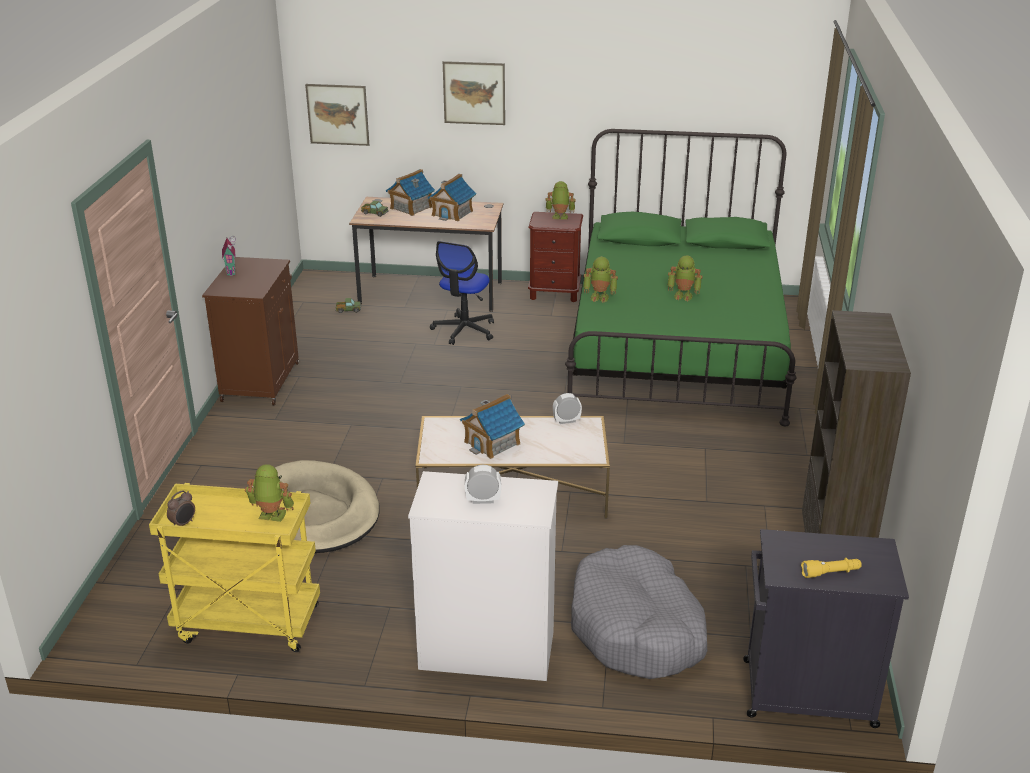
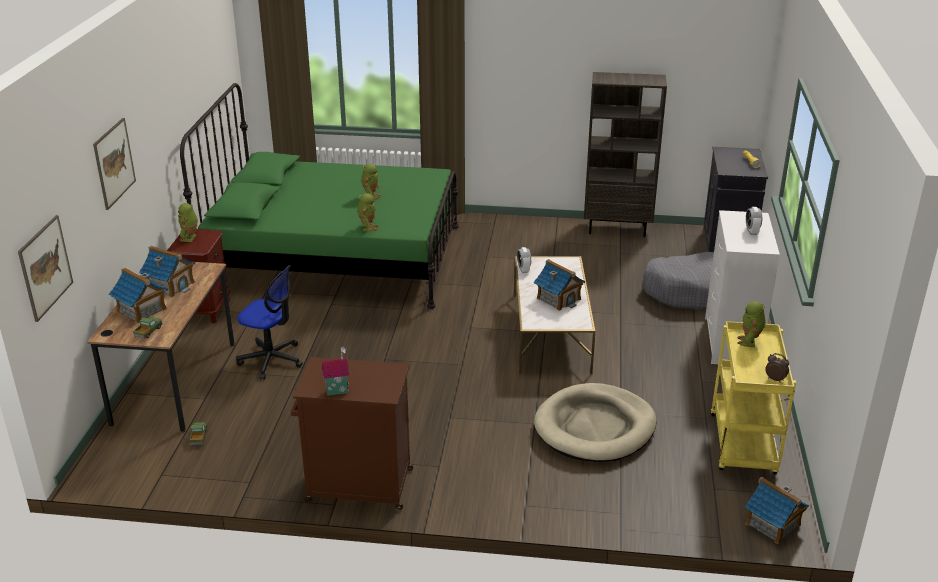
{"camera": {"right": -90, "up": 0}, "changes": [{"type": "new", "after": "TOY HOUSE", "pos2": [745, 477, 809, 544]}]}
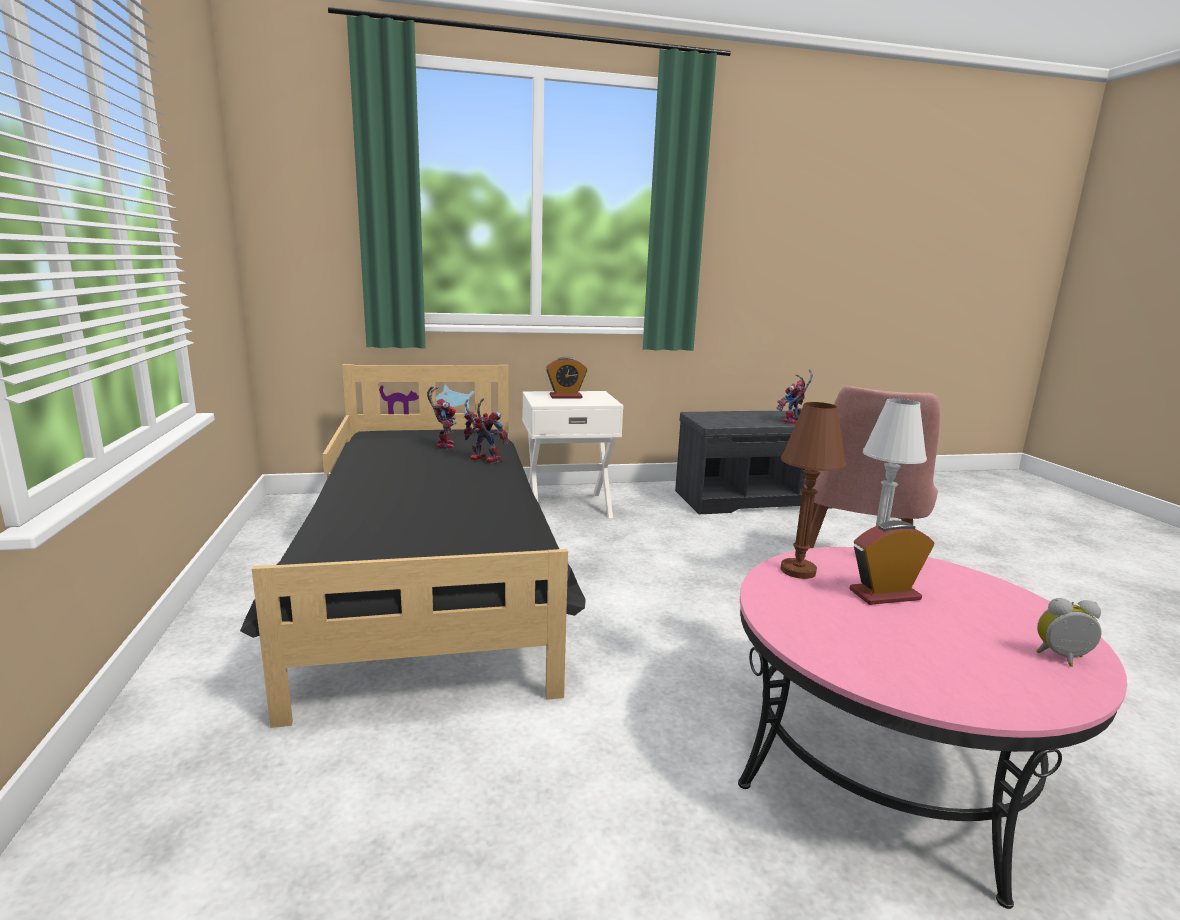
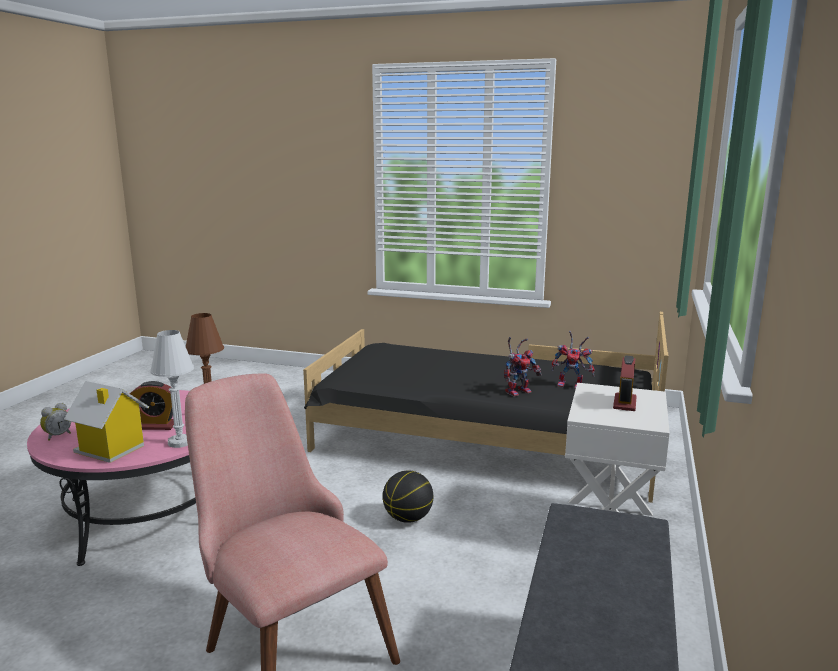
{"camera": {"right": 120, "up": 0}, "changes": [{"type": "new", "after": "TOY HOUSE", "pos2": [64, 381, 149, 463]}, {"type": "rotated", "before": "ALARM CLOCK", "pos1": [849, 520, 935, 605], "pos2": [130, 381, 174, 430], "turn": 75}, {"type": "new", "after": "BASKETBALL", "pos2": [383, 470, 433, 523]}, {"type": "gone", "before": "TOY ROBOT", "pos1": [776, 370, 813, 424]}]}
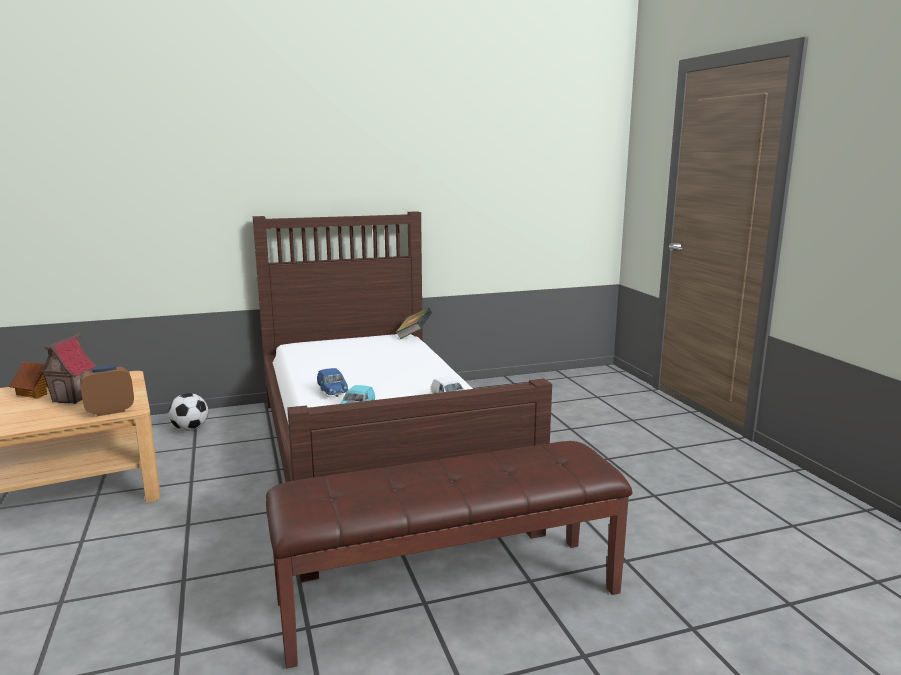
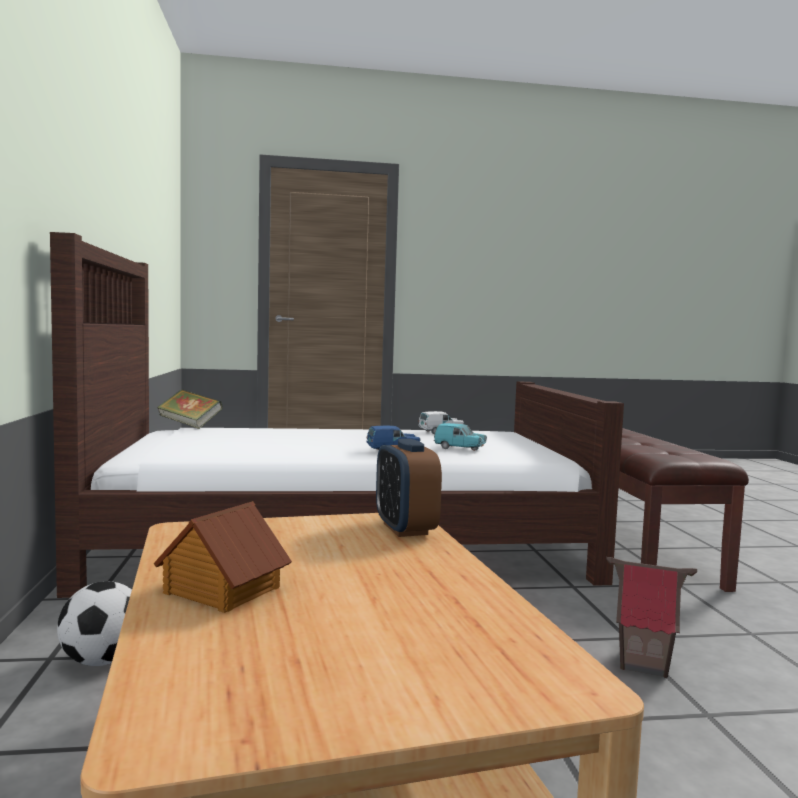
{"camera": {"right": -80, "up": -10}, "changes": [{"type": "shifted", "before": "TOY HOUSE", "pos1": [38, 332, 97, 404], "pos2": [606, 557, 697, 678]}]}
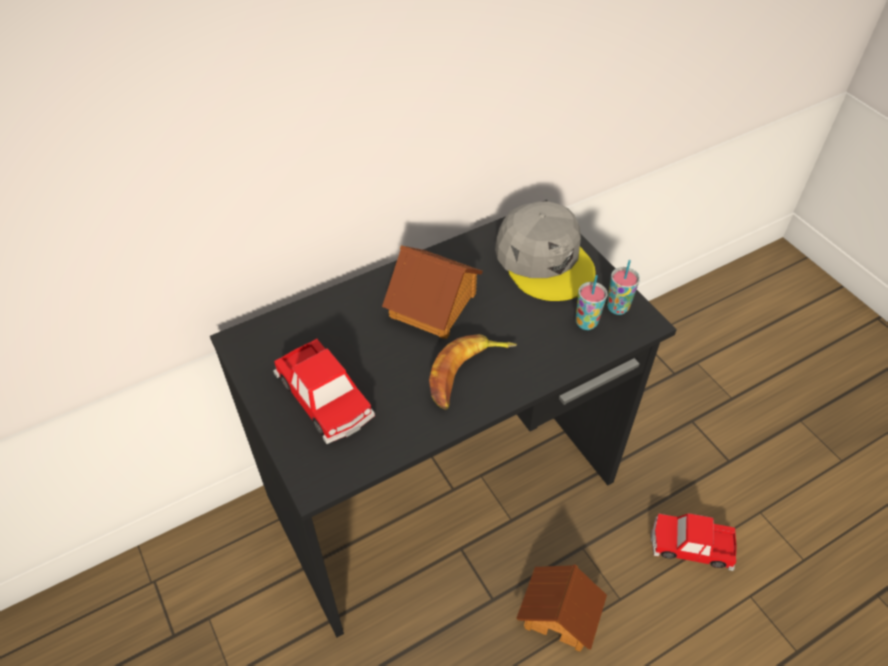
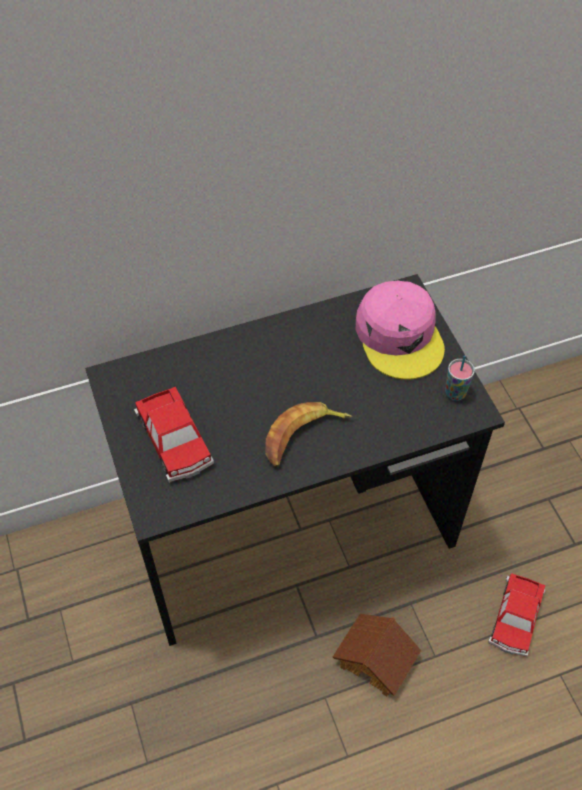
{"camera": {"right": 10, "up": 5}, "changes": [{"type": "repainted", "before": "GREY CAP", "after": "PINK CAP", "pos1": [495, 201, 596, 301], "pos2": [356, 281, 445, 380]}, {"type": "rotated", "before": "TOY CAR", "pos1": [651, 513, 737, 571], "pos2": [488, 573, 545, 657], "turn": -90}, {"type": "gone", "before": "TOY HOUSE", "pos1": [382, 245, 483, 339]}, {"type": "gone", "before": "CUP", "pos1": [575, 275, 608, 330]}]}
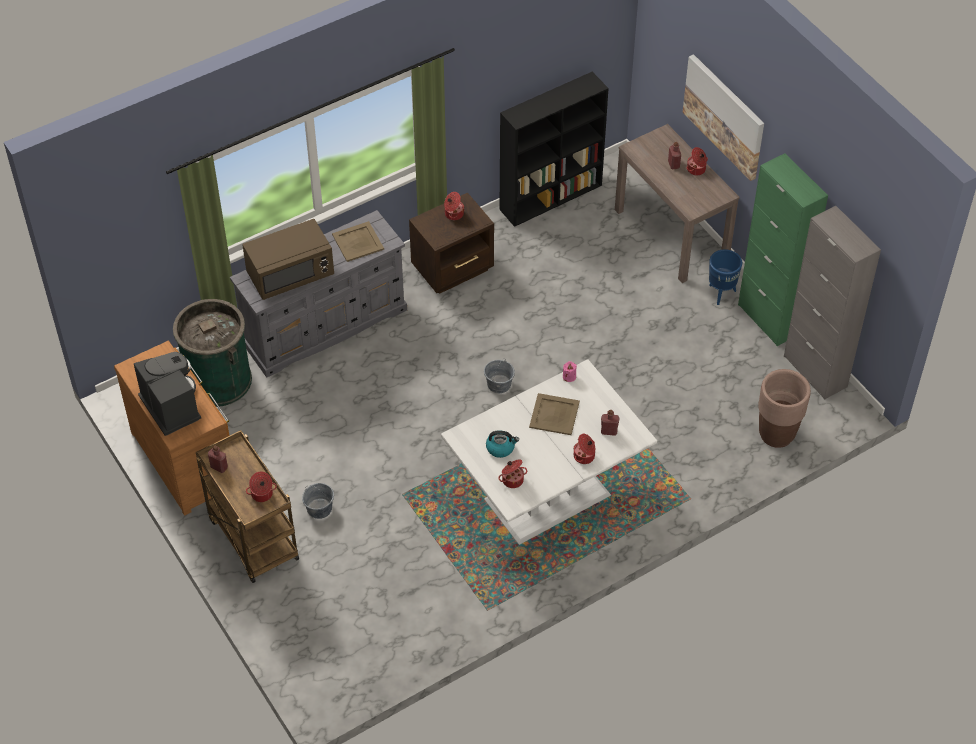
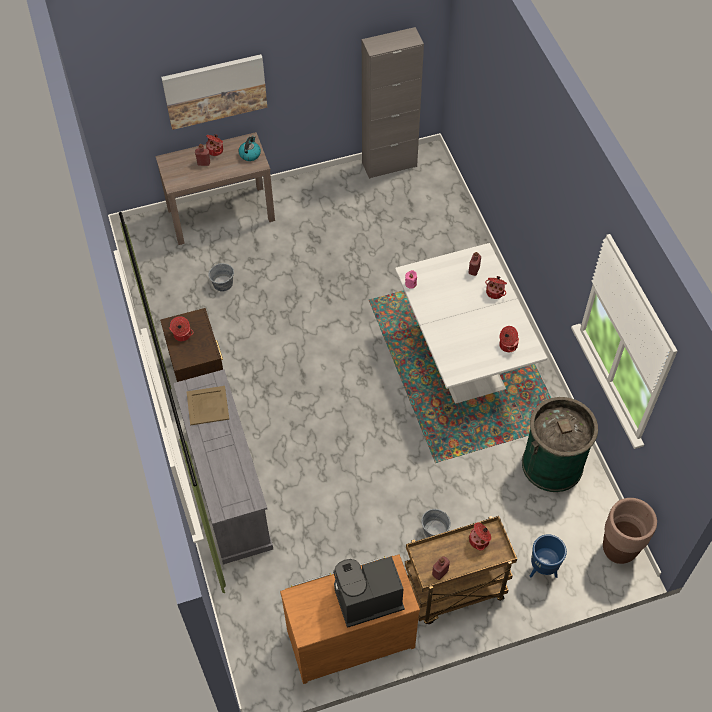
{"camera": {"right": -75, "up": 5}, "changes": [{"type": "shifted", "before": "GREY BUCKET", "pos1": [484, 358, 515, 393], "pos2": [208, 263, 234, 291]}, {"type": "shifted", "before": "KETTLE", "pos1": [486, 431, 519, 458], "pos2": [239, 136, 261, 161]}, {"type": "shifted", "before": "GREEN TRASH CAN", "pos1": [173, 299, 252, 407], "pos2": [522, 397, 598, 492]}, {"type": "shifted", "before": "BLUE PLANTER", "pos1": [709, 249, 742, 305], "pos2": [530, 534, 567, 578]}, {"type": "shifted", "before": "BROWN PLANTER", "pos1": [758, 369, 811, 448], "pos2": [603, 498, 657, 564]}, {"type": "gone", "before": "BROWN MICROWAVE", "pos1": [242, 219, 334, 300]}, {"type": "gone", "before": "BLACK BOOKCASE", "pos1": [500, 72, 609, 227]}, {"type": "gone", "before": "BEIGE TRAY", "pos1": [529, 393, 580, 435]}, {"type": "gone", "before": "GREEN CABINET", "pos1": [738, 153, 828, 346]}]}
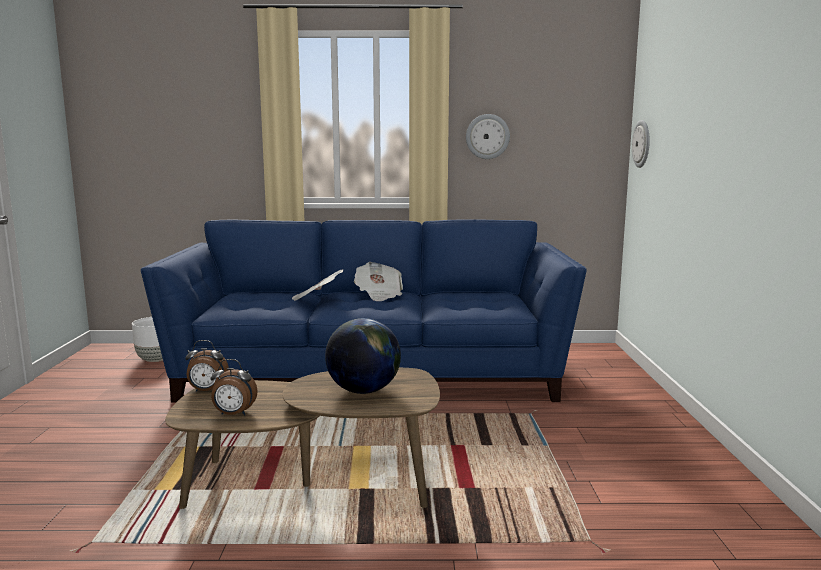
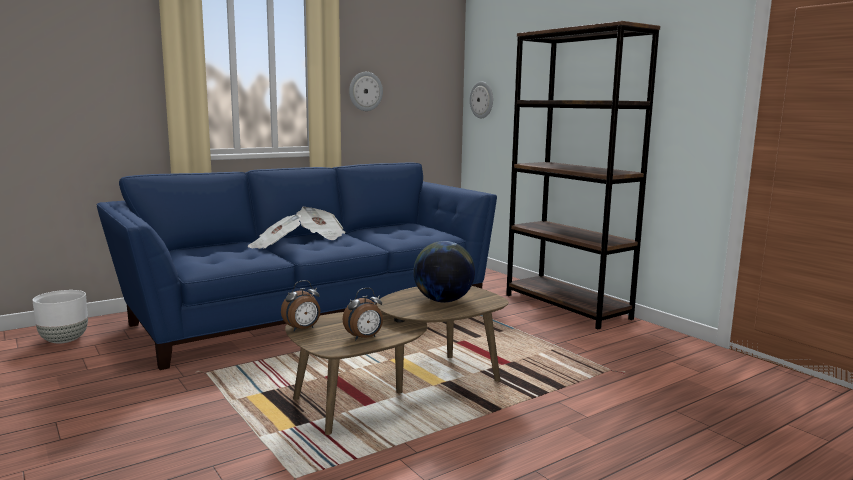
{"camera": {"right": -35, "up": 0}, "changes": [{"type": "new", "after": "BROWN BOOKCASE", "pos2": [506, 21, 660, 329]}]}
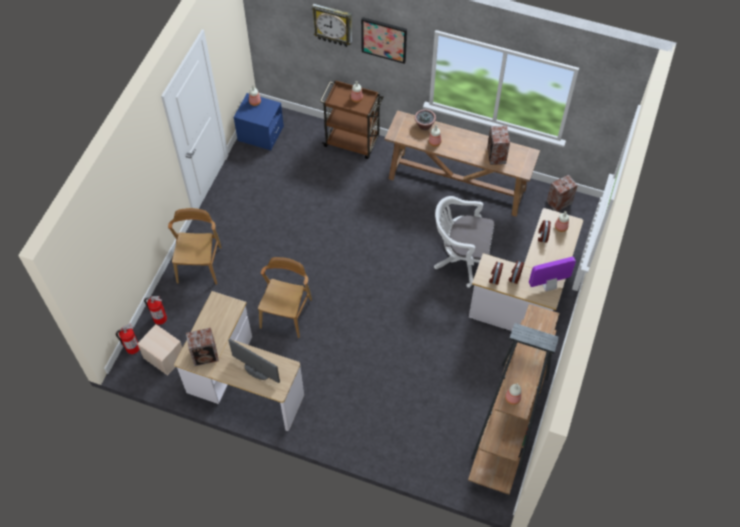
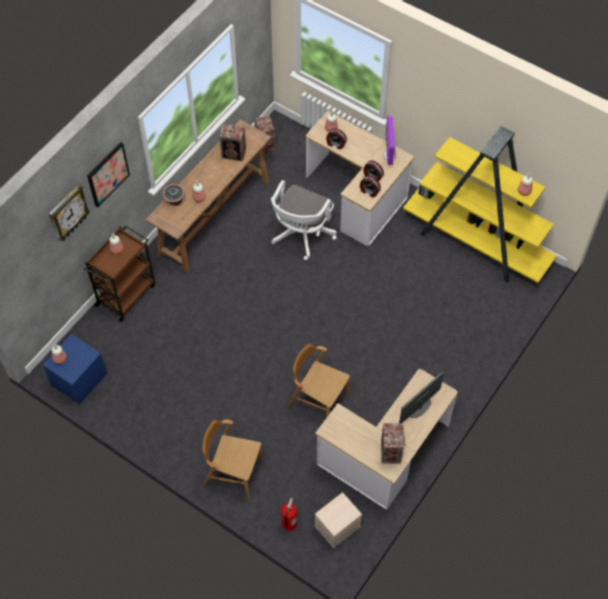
{"camera": {"right": -75, "up": 0}, "changes": [{"type": "repainted", "before": "BROWN BOOKCASE", "after": "YELLOW BOOKCASE", "pos1": [468, 304, 560, 495], "pos2": [403, 126, 557, 283]}, {"type": "gone", "before": "FIRE EXTINGUISHER", "pos1": [116, 323, 139, 354]}]}
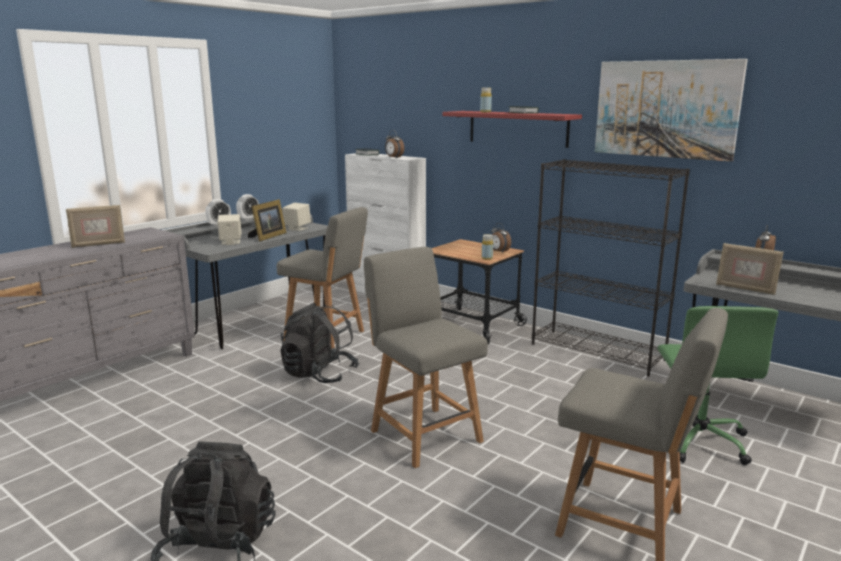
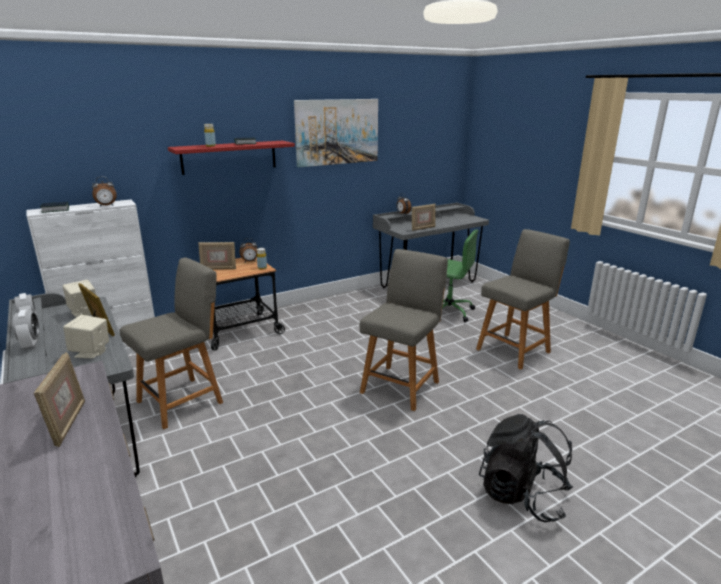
{"camera": {"right": -70, "up": 5}, "changes": [{"type": "new", "after": "PICTURE FRAME", "pos2": [198, 242, 236, 270]}, {"type": "rotated", "before": "GREY CHAIR", "pos1": [364, 247, 488, 468], "pos2": [360, 249, 448, 411], "turn": 135}, {"type": "gone", "before": "BLACK BACKPACK", "pos1": [281, 303, 359, 383]}, {"type": "gone", "before": "BLACK BOOKCASE", "pos1": [532, 159, 690, 377]}]}
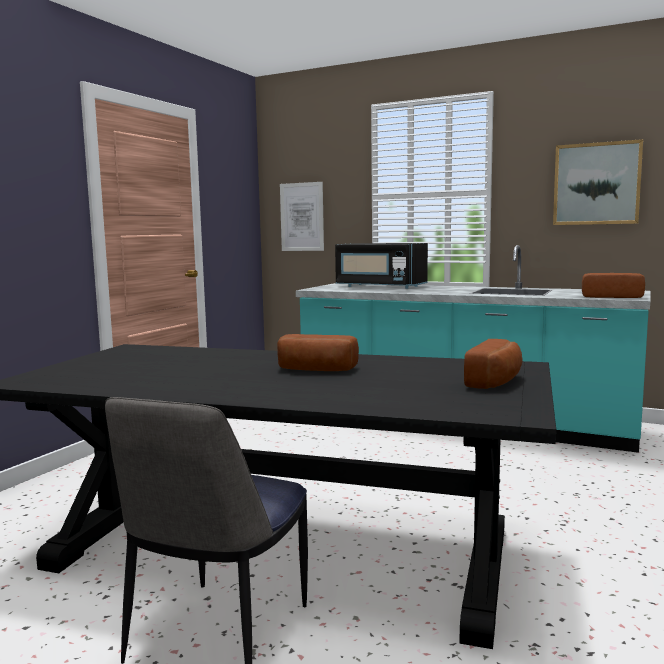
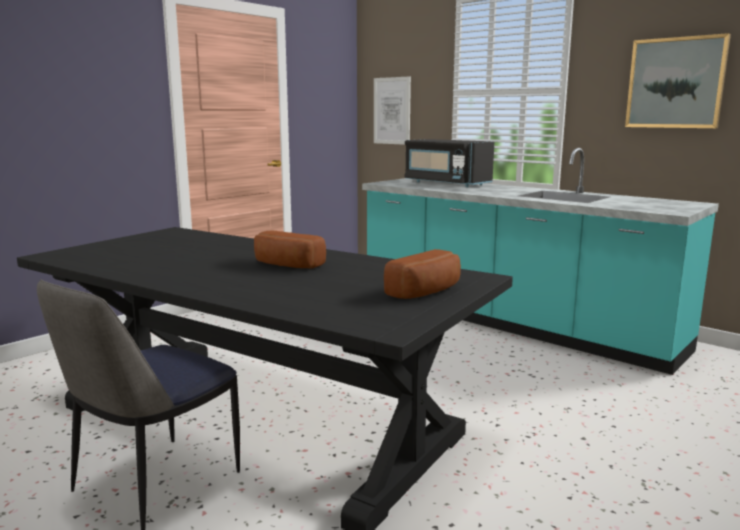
{"camera": {"right": 15, "up": 5}, "changes": [{"type": "gone", "before": "BREAD", "pos1": [582, 273, 645, 298]}]}
